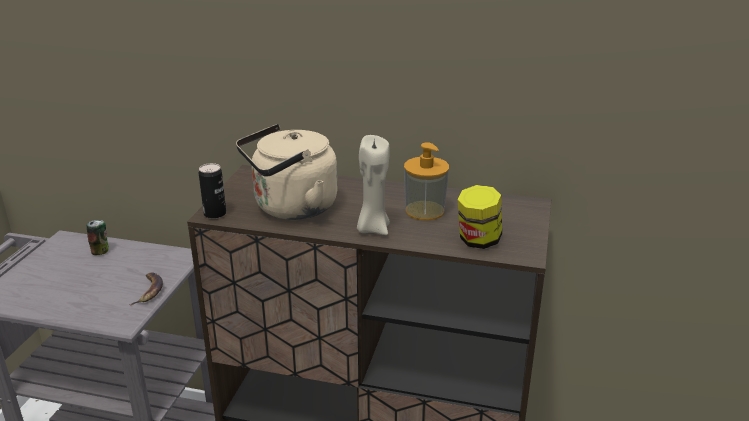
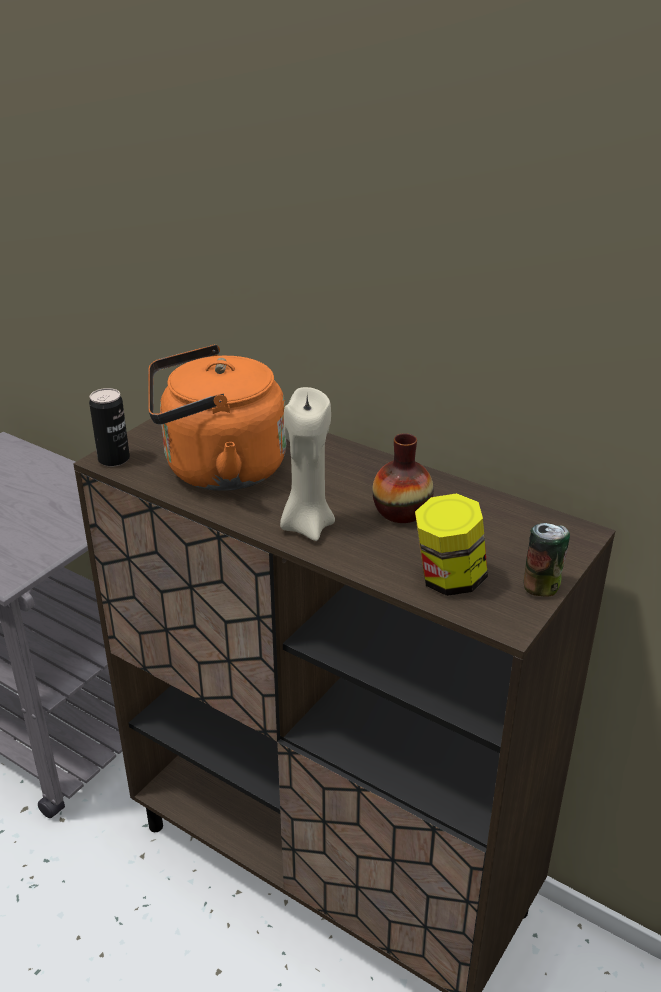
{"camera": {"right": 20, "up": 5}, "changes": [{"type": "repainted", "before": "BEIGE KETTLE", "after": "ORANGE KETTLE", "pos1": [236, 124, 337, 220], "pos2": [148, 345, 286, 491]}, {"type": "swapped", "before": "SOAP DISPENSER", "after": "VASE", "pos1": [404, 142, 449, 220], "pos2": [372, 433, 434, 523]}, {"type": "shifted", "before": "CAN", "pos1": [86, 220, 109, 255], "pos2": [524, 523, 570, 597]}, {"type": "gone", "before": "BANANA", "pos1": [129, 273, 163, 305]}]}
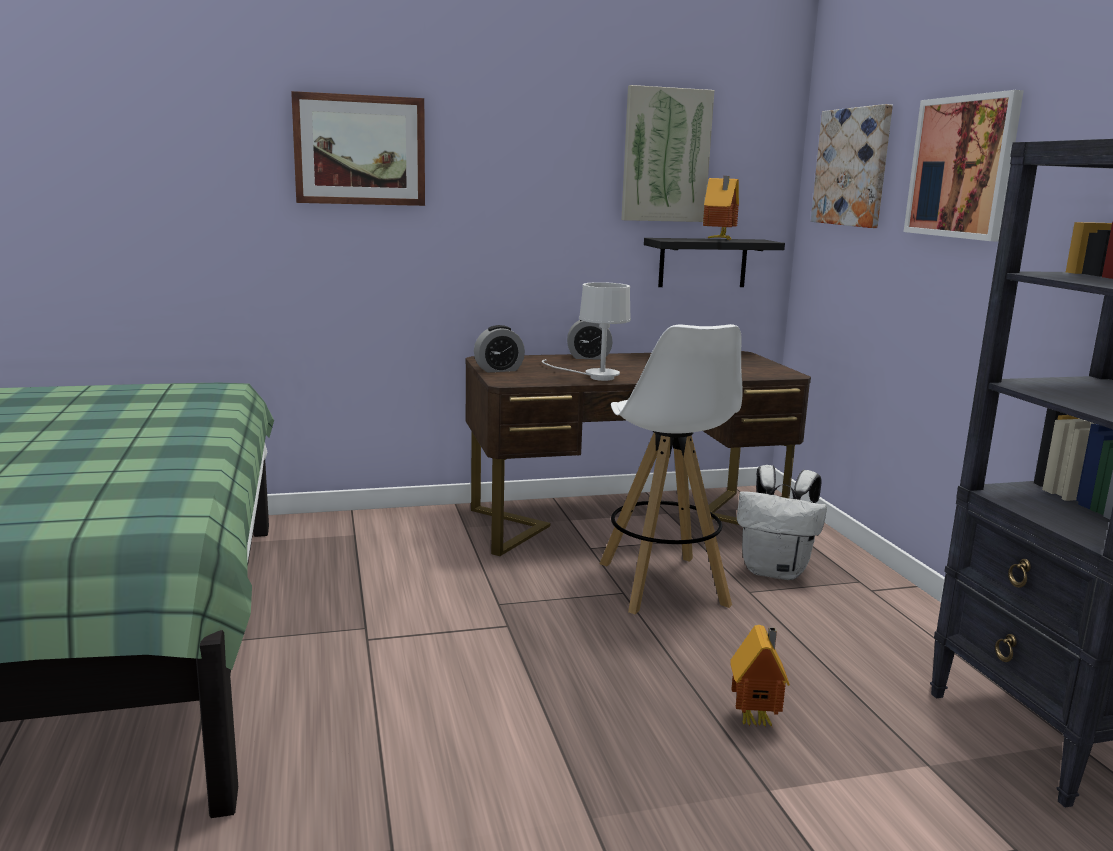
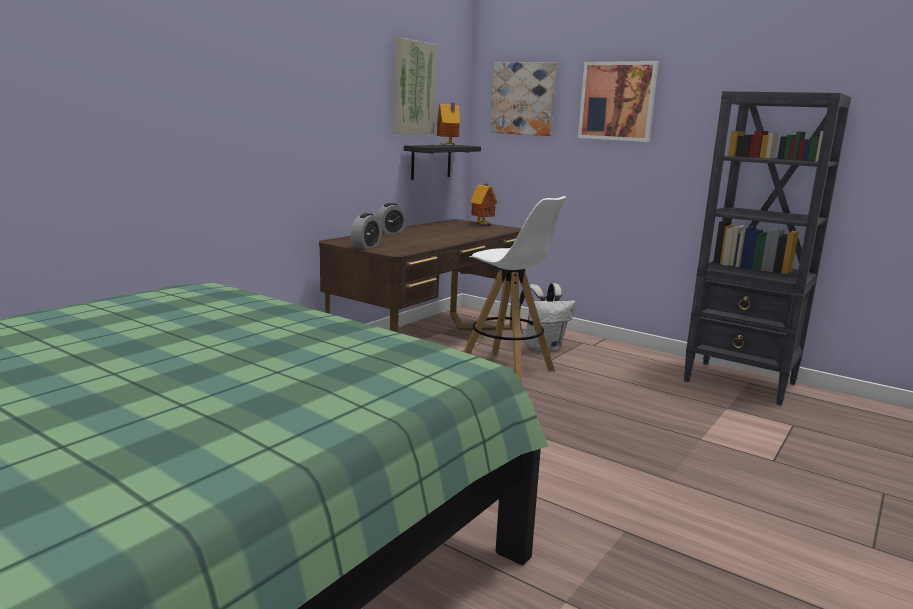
{"camera": {"right": -40, "up": 0}, "changes": [{"type": "shifted", "before": "TOY HOUSE", "pos1": [730, 625, 790, 726], "pos2": [470, 183, 497, 225]}, {"type": "gone", "before": "PICTURE", "pos1": [291, 91, 425, 206]}, {"type": "gone", "before": "WHITE TABLE LAMP", "pos1": [542, 282, 631, 381]}]}
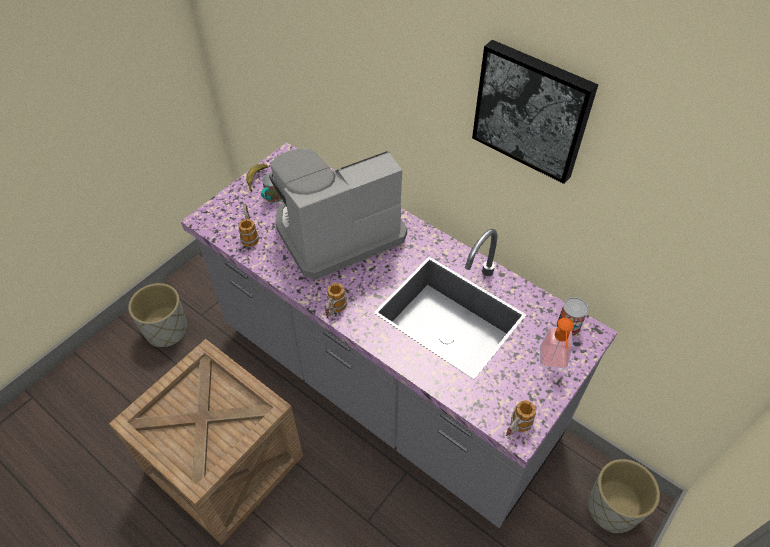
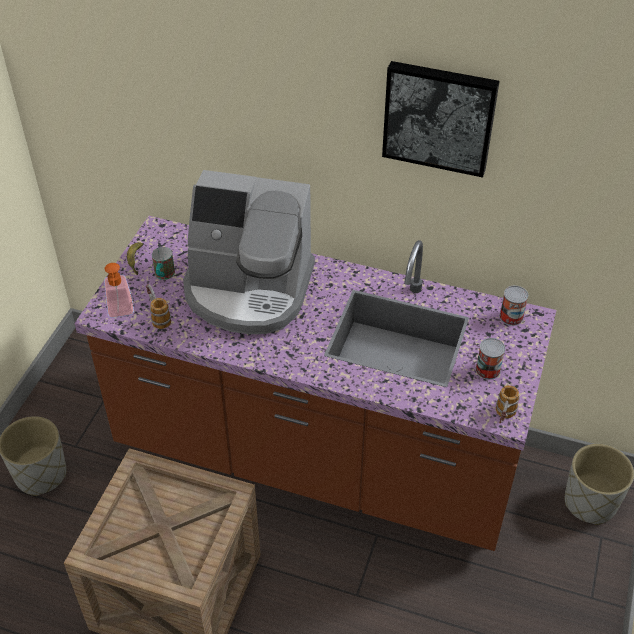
{"camera": {"right": -20, "up": -5}, "changes": [{"type": "repainted", "before": "GREY COUNTER", "after": "BROWN COUNTER", "pos1": [181, 142, 617, 528], "pos2": [74, 216, 556, 551]}, {"type": "shifted", "before": "SOAP DISPENSER", "pos1": [540, 318, 574, 369], "pos2": [104, 263, 134, 318]}, {"type": "rotated", "before": "COFFEE MACHINE", "pos1": [269, 149, 407, 280], "pos2": [183, 170, 315, 334], "turn": -120}, {"type": "new", "after": "CAN", "pos2": [476, 338, 505, 380]}, {"type": "gone", "before": "MUG", "pos1": [325, 283, 347, 318]}]}
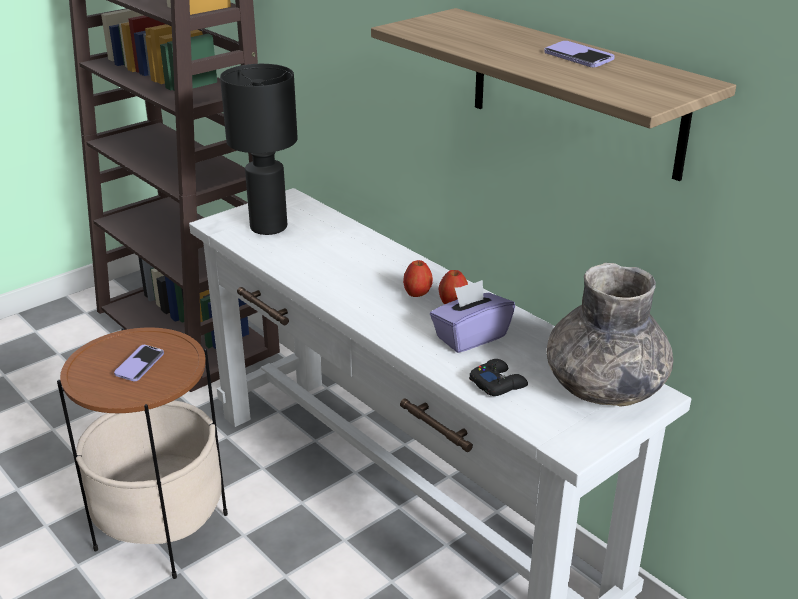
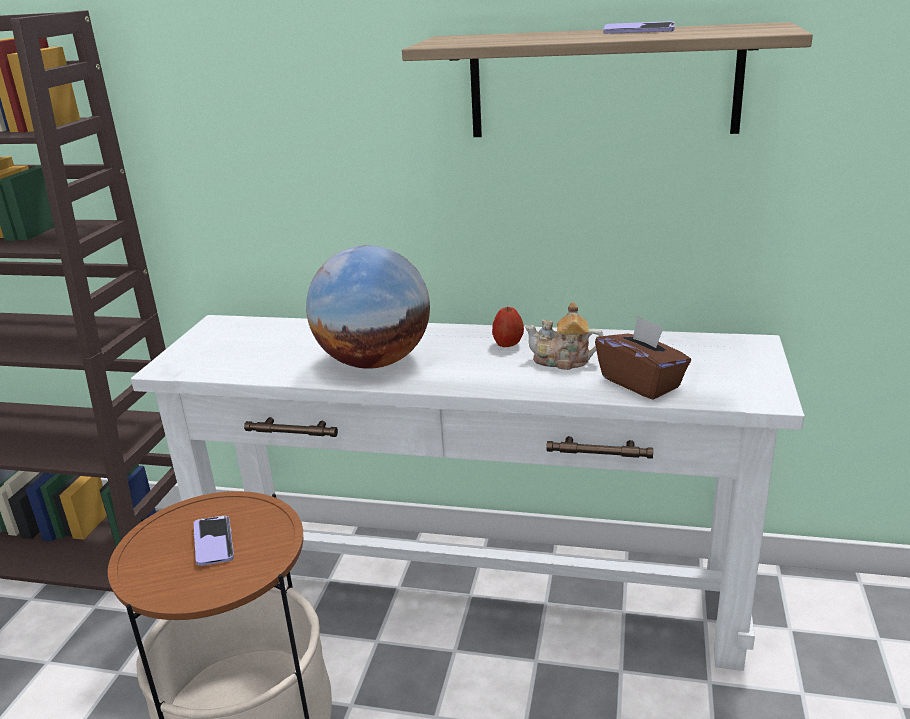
{"camera": {"right": -35, "up": -5}, "changes": [{"type": "new", "after": "GLOBE", "pos2": [306, 245, 430, 369]}, {"type": "swapped", "before": "PURPLE TISSUE BOX", "after": "TEAPOT", "pos1": [430, 280, 515, 353], "pos2": [525, 302, 603, 370]}, {"type": "swapped", "before": "BLACK GAME CONTROLLER", "after": "BROWN TISSUE BOX", "pos1": [469, 359, 528, 396], "pos2": [595, 316, 691, 400]}, {"type": "gone", "before": "BLACK TABLE LAMP", "pos1": [220, 64, 298, 235]}, {"type": "gone", "before": "APPLE", "pos1": [403, 260, 433, 297]}, {"type": "gone", "before": "GREY VASE", "pos1": [547, 263, 673, 407]}]}
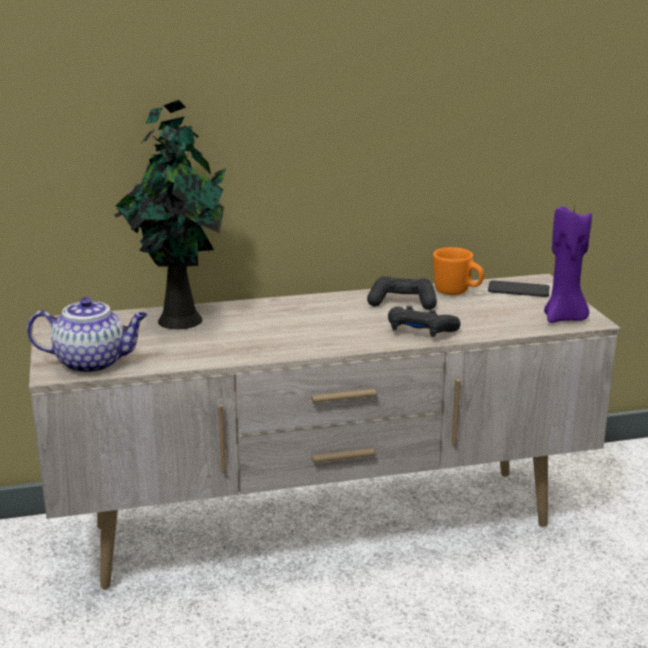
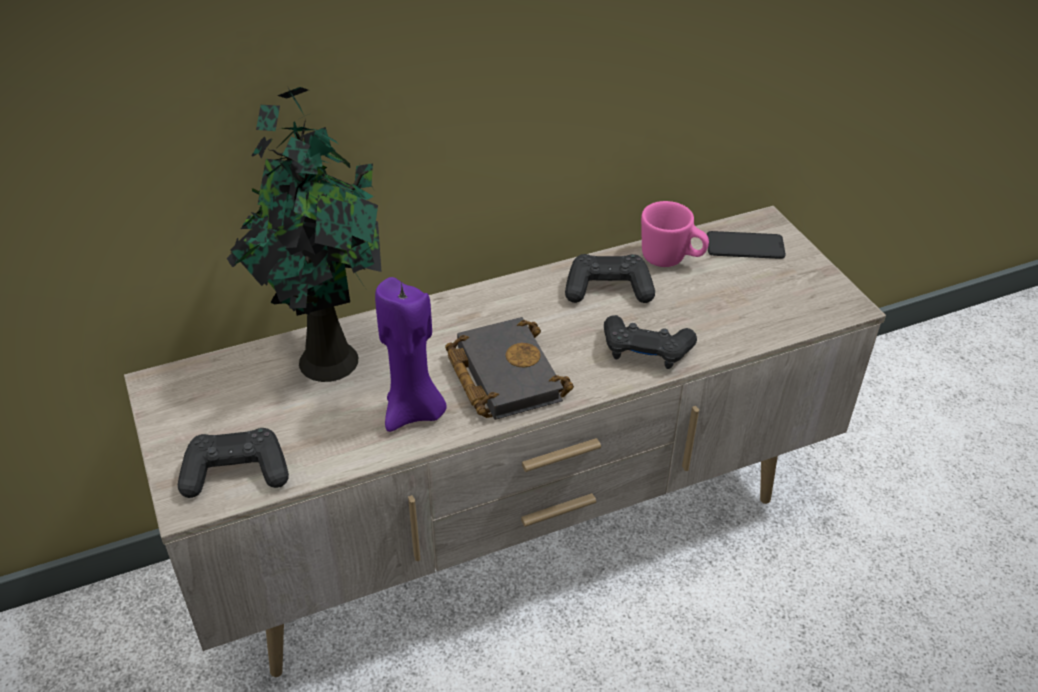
{"camera": {"right": -10, "up": 20}, "changes": [{"type": "swapped", "before": "TEAPOT", "after": "BLACK GAME CONTROLLER", "pos1": [27, 297, 148, 373], "pos2": [178, 428, 289, 498]}, {"type": "shifted", "before": "PURPLE CANDLE", "pos1": [544, 203, 592, 323], "pos2": [375, 277, 447, 432]}, {"type": "new", "after": "BLACK BOOK", "pos2": [445, 317, 574, 420]}, {"type": "repainted", "before": "ORANGE MUG", "after": "PINK MUG", "pos1": [433, 247, 484, 295], "pos2": [641, 201, 709, 267]}]}
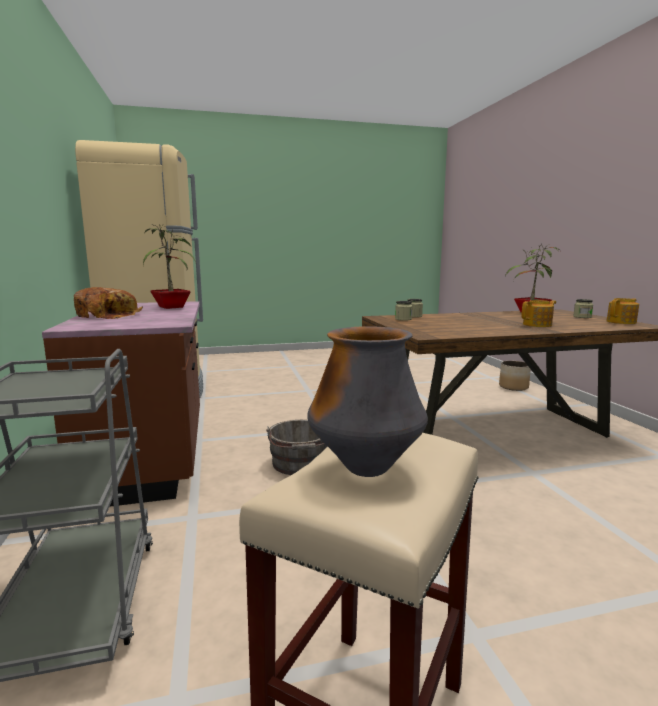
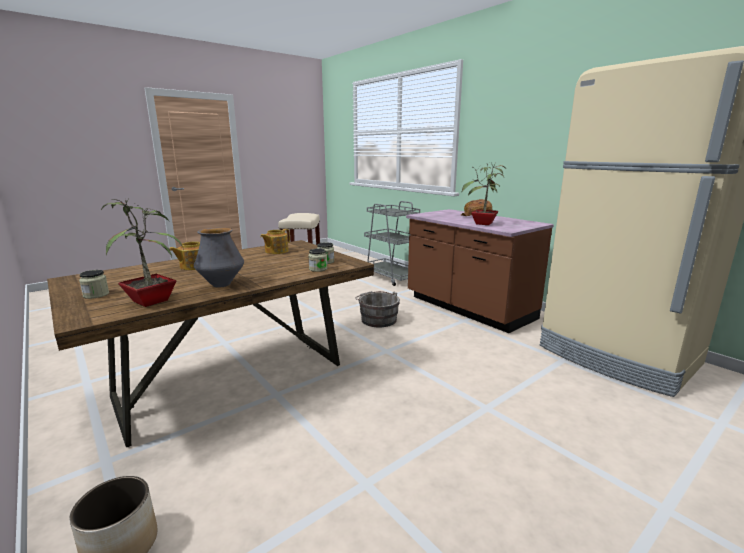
{"camera": {"right": 155, "up": 5}, "changes": [{"type": "shifted", "before": "VASE", "pos1": [307, 326, 428, 477], "pos2": [194, 228, 244, 288]}, {"type": "shifted", "before": "TEAPOT", "pos1": [606, 298, 639, 324], "pos2": [260, 229, 290, 254]}]}
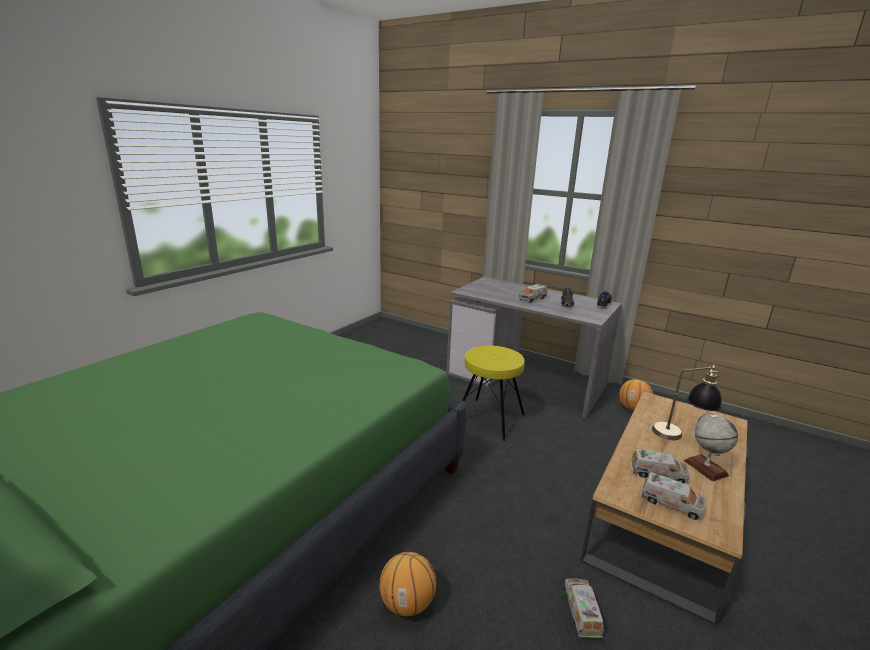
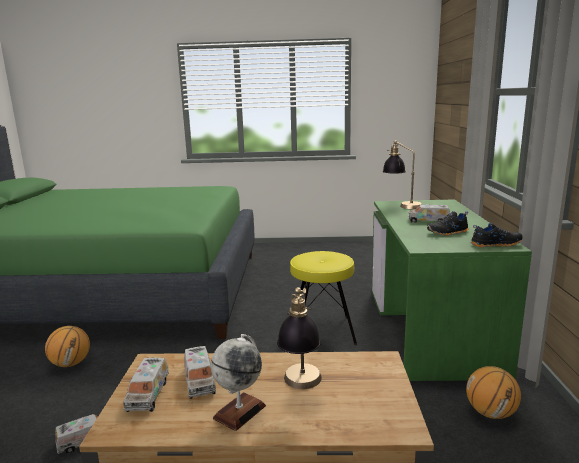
{"camera": {"right": 60, "up": -5}, "changes": [{"type": "repainted", "before": "GREY DESK", "after": "GREEN DESK", "pos1": [446, 277, 622, 418], "pos2": [372, 199, 532, 381]}, {"type": "new", "after": "TABLE LAMP", "pos2": [383, 140, 422, 209]}]}
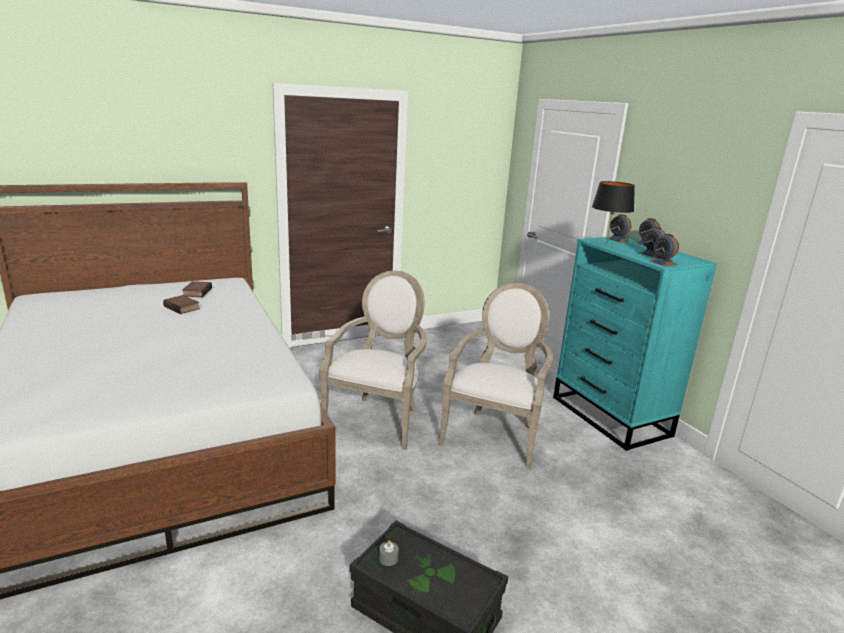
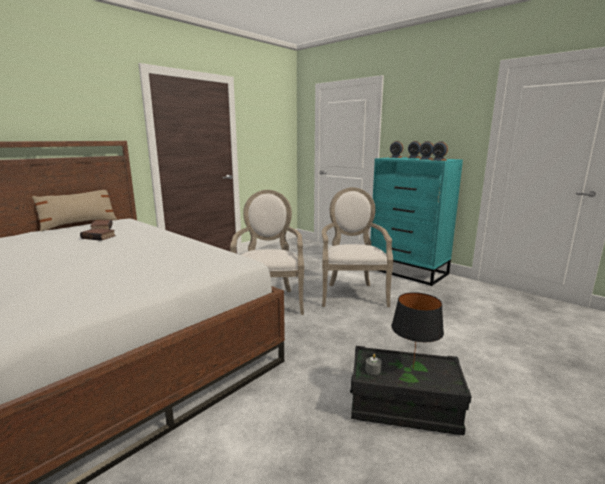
{"camera": {"right": -20, "up": -5}, "changes": [{"type": "new", "after": "BEIGE PILLOW", "pos2": [32, 190, 117, 231]}, {"type": "shifted", "before": "BLACK TABLE LAMP", "pos1": [592, 181, 635, 245], "pos2": [391, 292, 444, 368]}]}
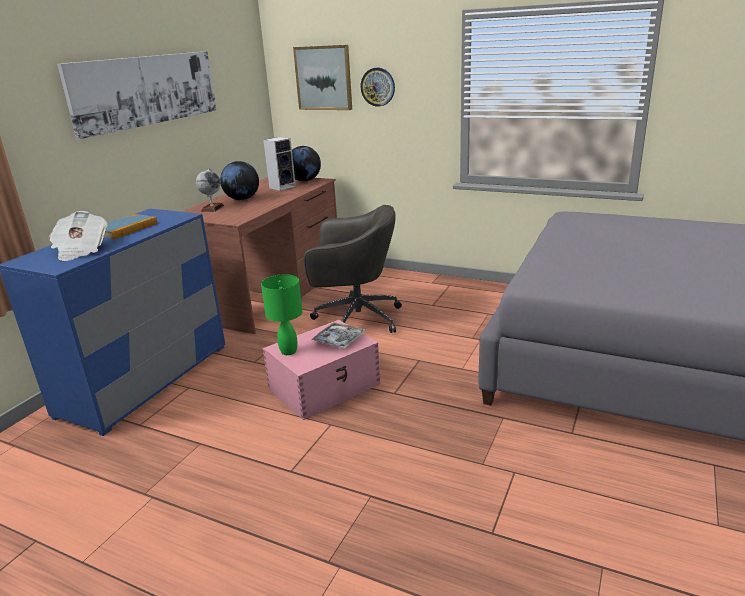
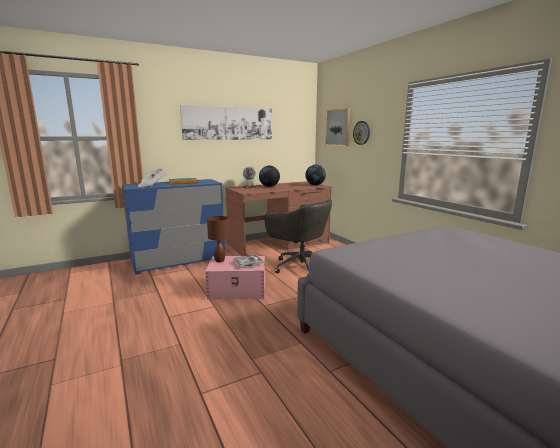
{"camera": {"right": 35, "up": -10}, "changes": [{"type": "repainted", "before": "GREEN TABLE LAMP", "after": "BROWN TABLE LAMP", "pos1": [261, 274, 302, 355], "pos2": [207, 216, 229, 262]}, {"type": "gone", "before": "SPEAKER", "pos1": [263, 137, 296, 191]}]}
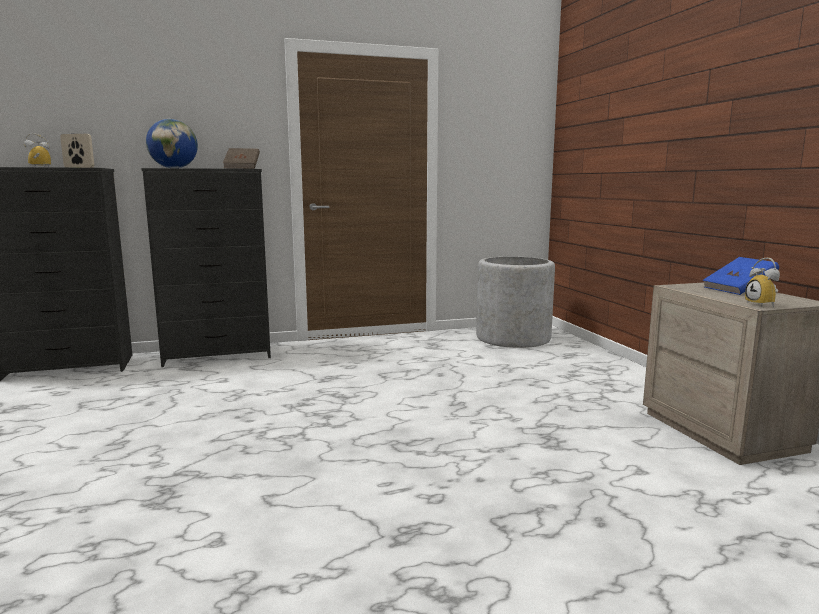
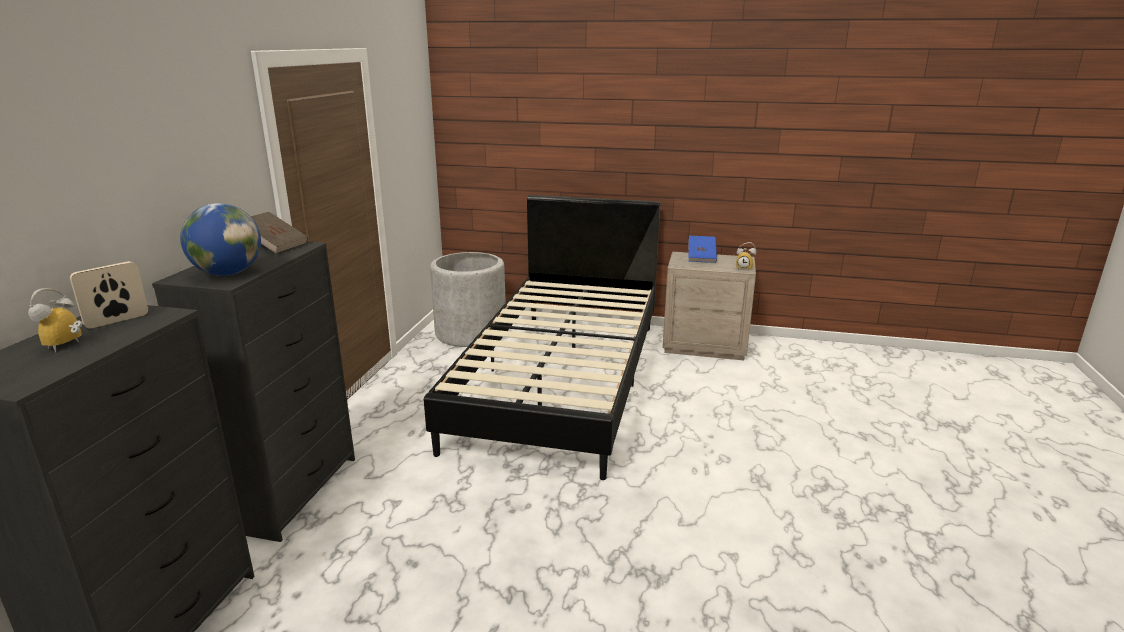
{"camera": {"right": -60, "up": 10}, "changes": [{"type": "new", "after": "BLACK BED", "pos2": [424, 195, 660, 480]}]}
